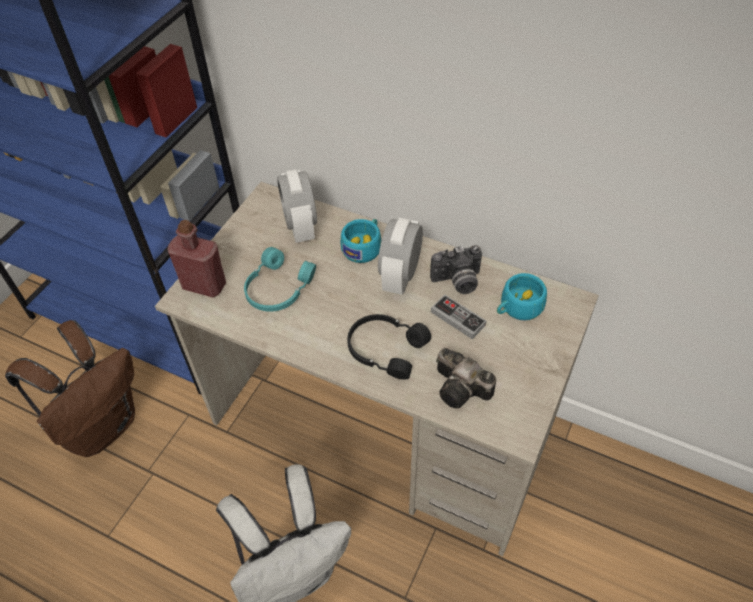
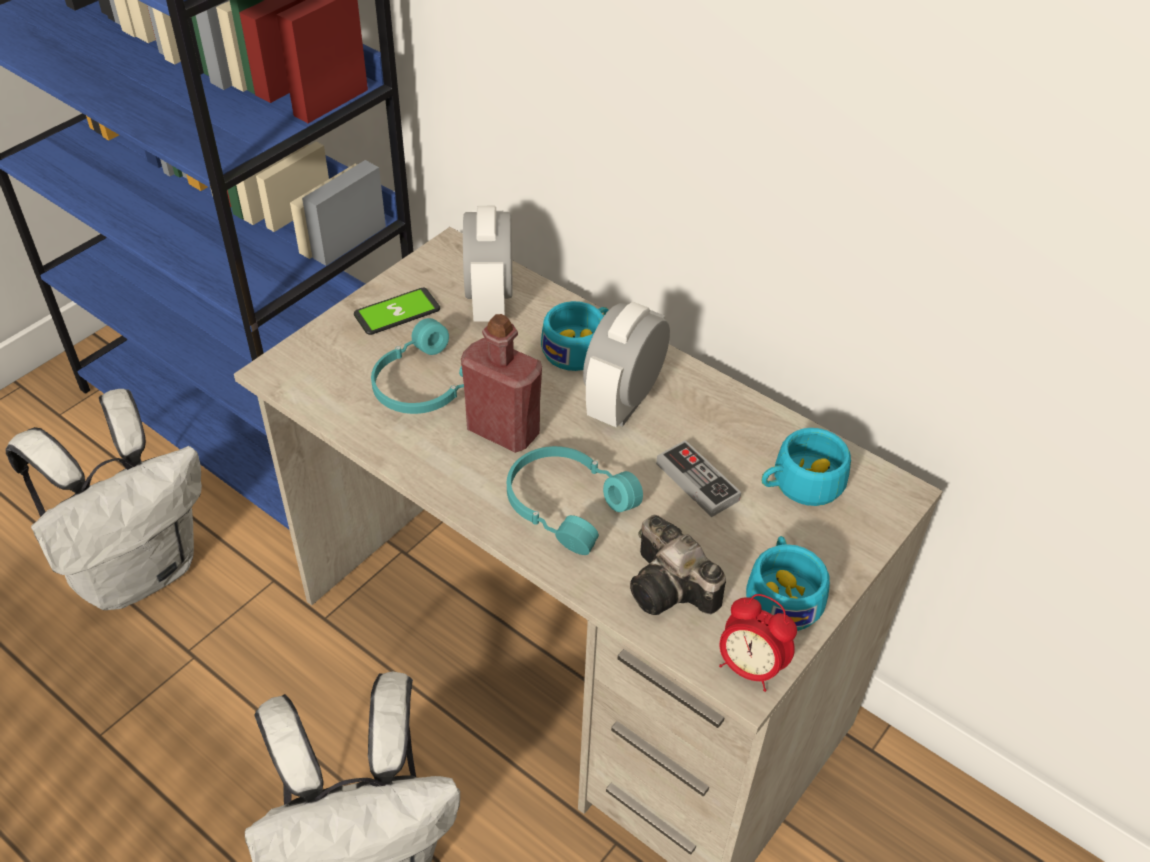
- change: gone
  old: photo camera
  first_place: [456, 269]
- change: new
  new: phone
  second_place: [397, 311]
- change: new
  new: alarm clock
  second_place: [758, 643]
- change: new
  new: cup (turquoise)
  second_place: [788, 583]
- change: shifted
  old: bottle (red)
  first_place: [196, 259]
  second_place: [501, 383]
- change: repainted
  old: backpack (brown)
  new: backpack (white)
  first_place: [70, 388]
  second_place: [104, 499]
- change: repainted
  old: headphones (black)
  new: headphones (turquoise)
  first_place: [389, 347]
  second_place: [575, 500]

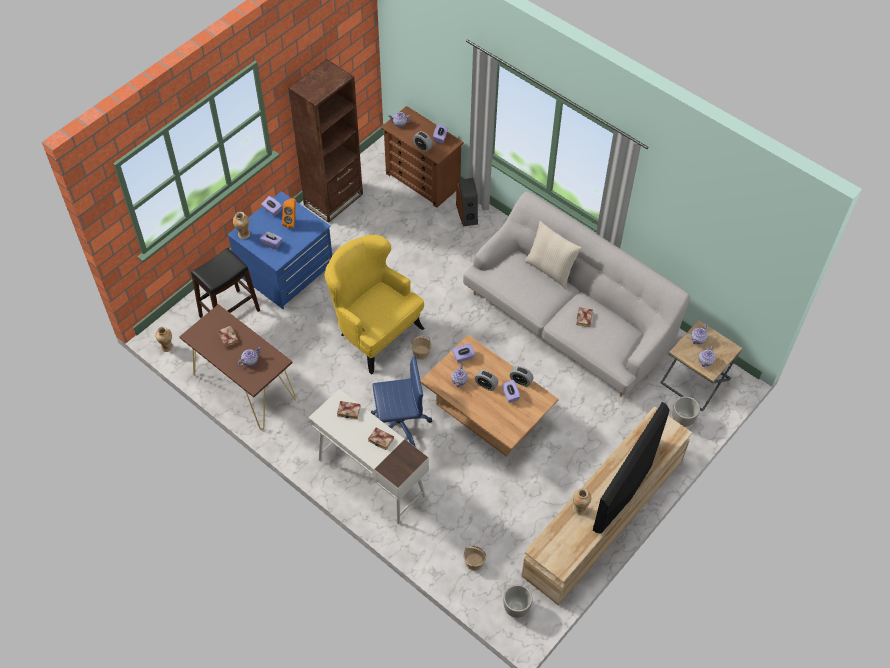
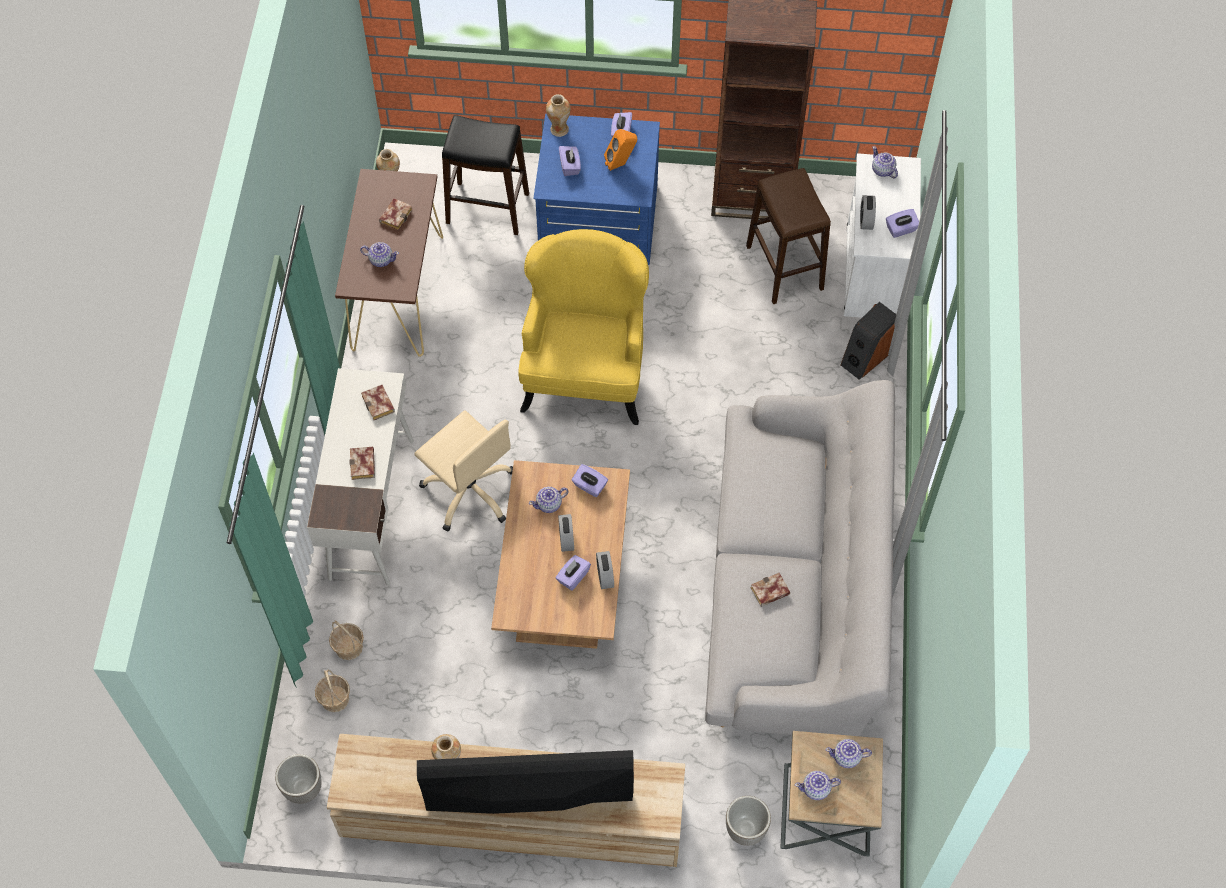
- change: gone
  old: pillow (beige)
  first_place: [553, 255]
- change: new
  new: stool (brown)
  second_place: [788, 236]
- change: shifted
  old: basket
  first_place: [421, 348]
  second_place: [346, 640]
- change: repainted
  old: office chair (blue)
  new: office chair (beige)
  first_place: [401, 401]
  second_place: [463, 471]
- change: repainted
  old: dresser (brown)
  new: dresser (white)
  first_place: [422, 157]
  second_place: [882, 235]

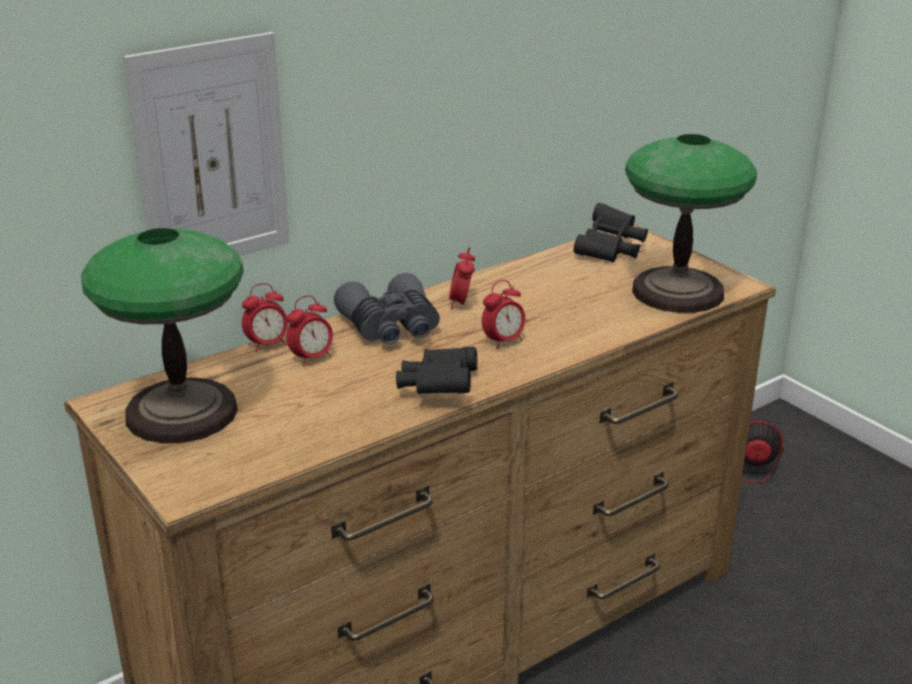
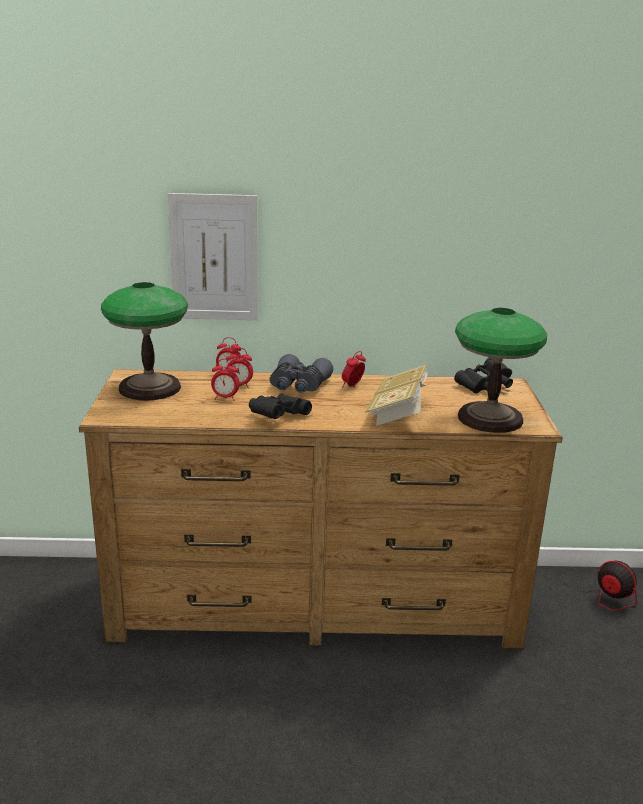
- change: new
  new: book
  second_place: [396, 395]
- change: shifted
  old: alarm clock
  first_place: [503, 314]
  second_place: [225, 380]

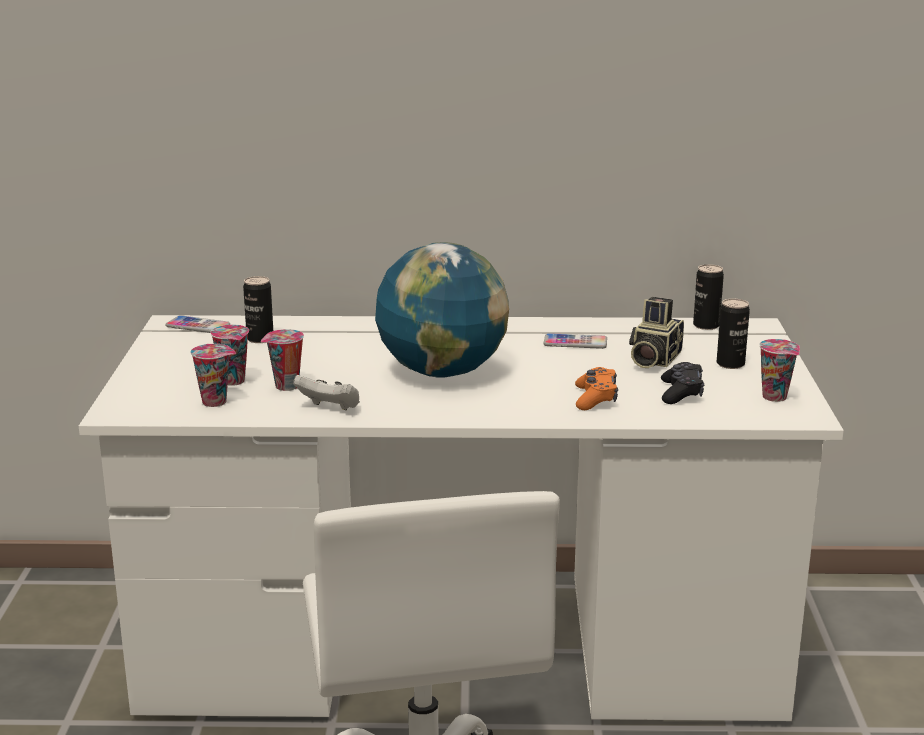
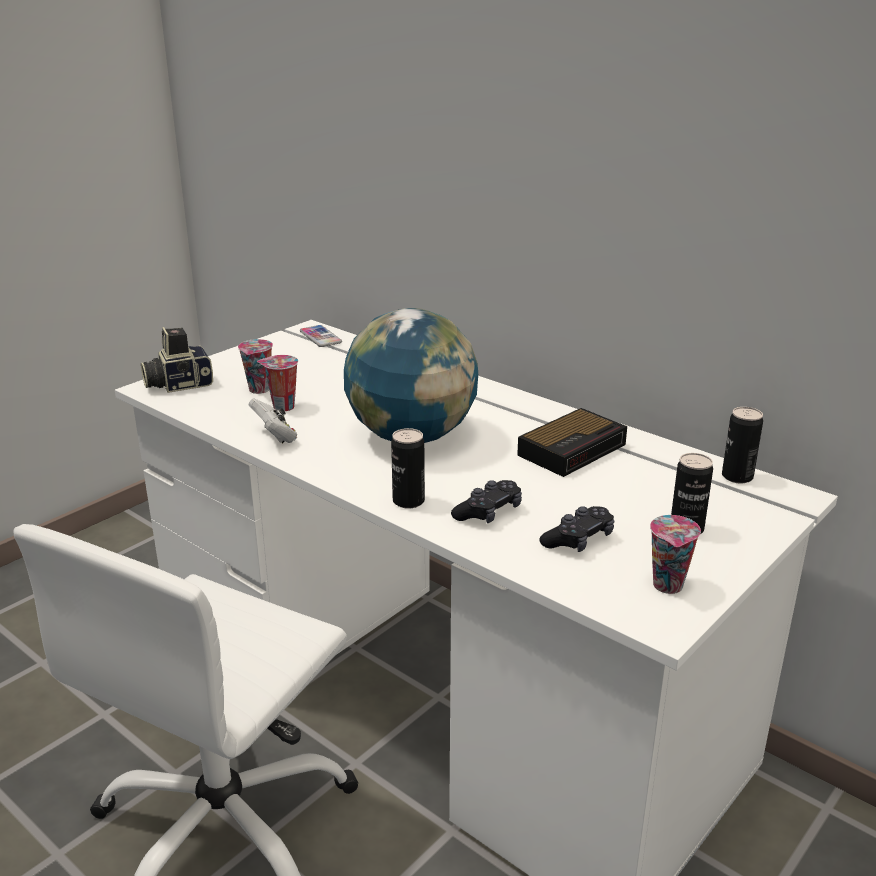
- change: gone
  old: cup
  first_place: [213, 375]
- change: shifted
  old: can
  first_place: [258, 309]
  second_place: [408, 468]
- change: shifted
  old: photo camera
  first_place: [656, 332]
  second_place: [177, 360]
- change: swapped
  old: phone
  new: alarm clock
  first_place: [575, 341]
  second_place: [572, 442]
- change: repainted
  old: game controller (orange)
  new: game controller (black)
  first_place: [596, 388]
  second_place: [486, 501]

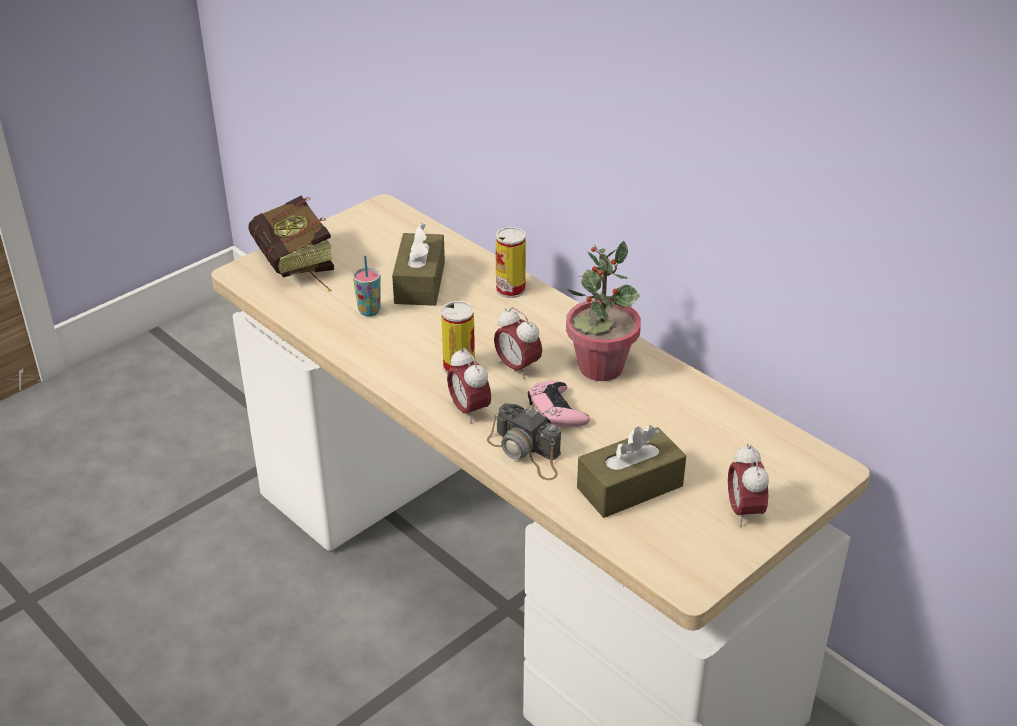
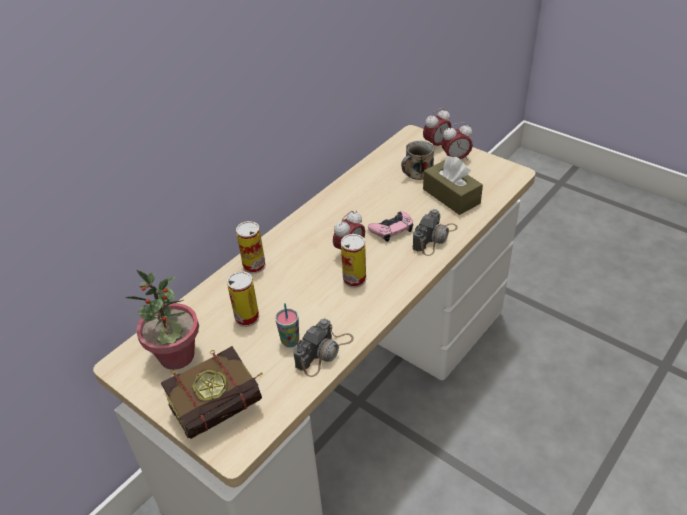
- change: new
  new: photo camera
  second_place: [324, 347]
- change: new
  new: mug
  second_place: [417, 160]
- change: shifted
  old: alarm clock
  first_place: [469, 386]
  second_place: [437, 127]
- change: shifted
  old: potted plant
  first_place: [603, 311]
  second_place: [162, 320]
- change: swapped
  old: tissue box (brown)
  new: can
  first_place: [418, 264]
  second_place: [243, 299]

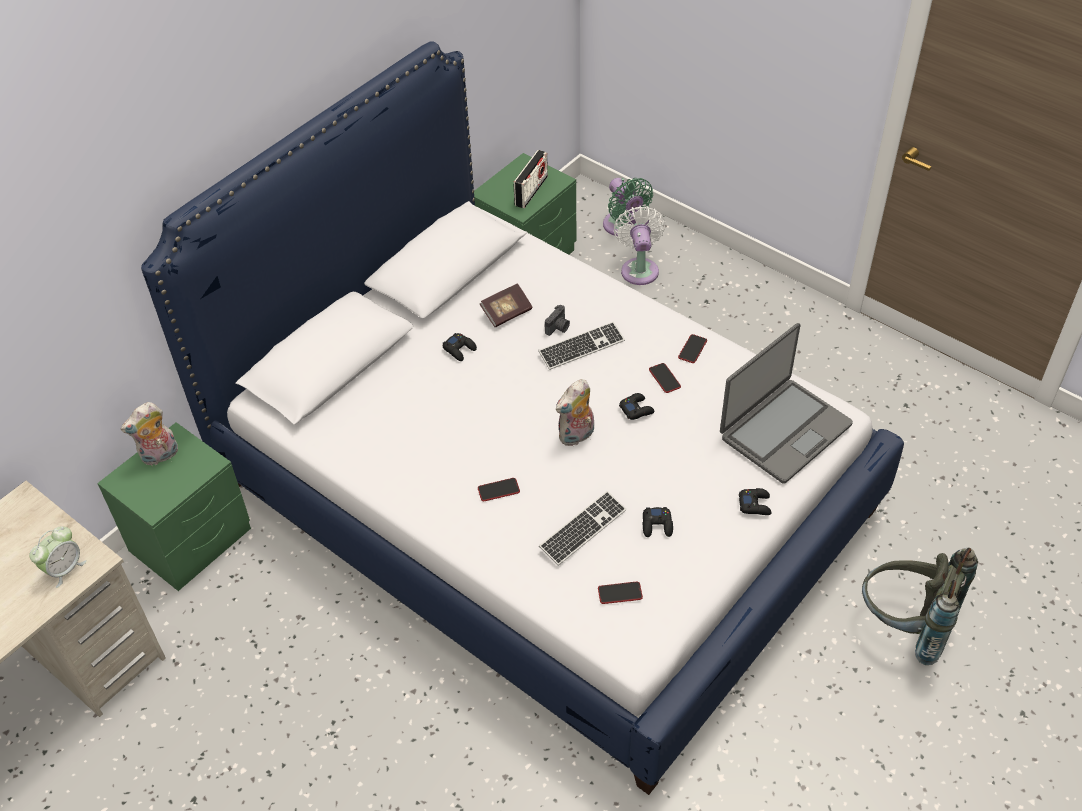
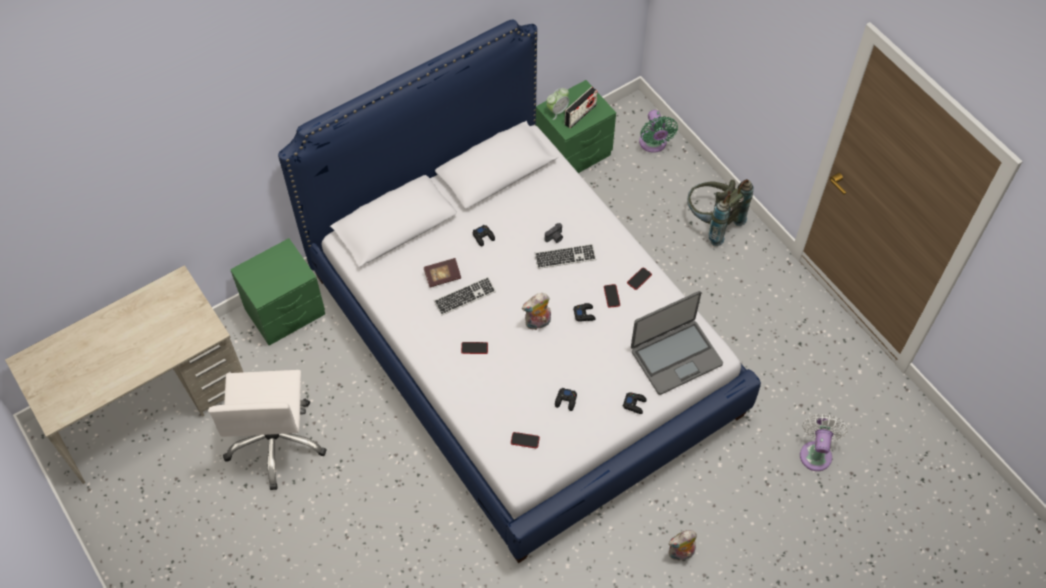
- change: new
  new: office chair (white)
  second_place: [267, 430]
- change: shifted
  old: alarm clock
  first_place: [58, 557]
  second_place: [558, 104]
- change: shifted
  old: plush toy
  first_place: [149, 433]
  second_place: [682, 545]
- change: shifted
  old: book
  first_place: [506, 305]
  second_place: [442, 272]
- change: shifted
  old: keyboard
  first_place: [583, 528]
  second_place: [465, 296]
- change: shifted
  old: fan (white)
  first_place: [640, 245]
  second_place: [824, 442]
- change: shifted
  old: backpack (grey)
  first_place: [920, 606]
  second_place: [720, 212]

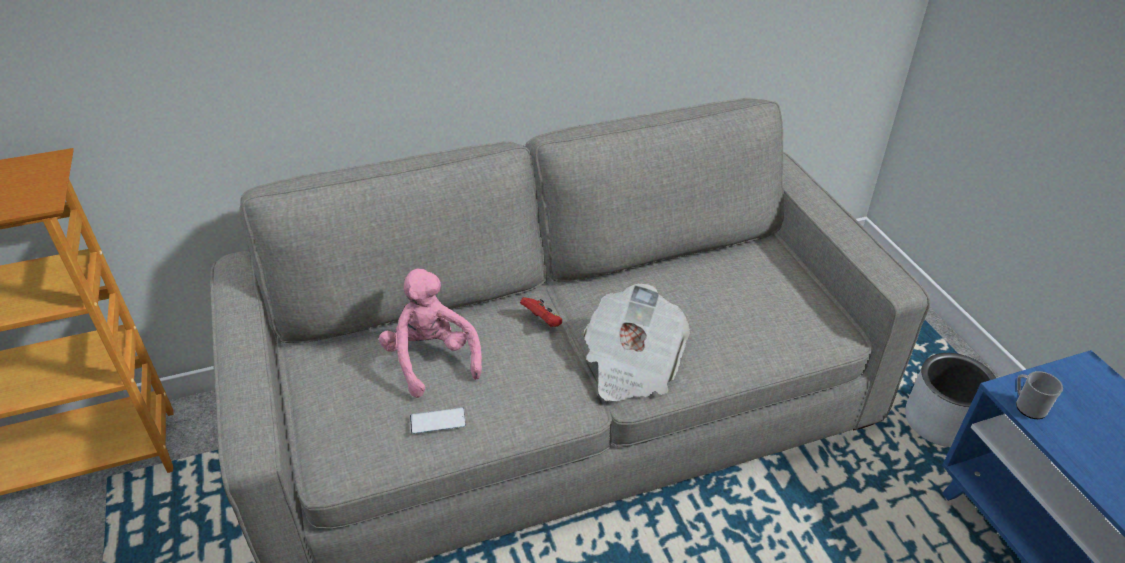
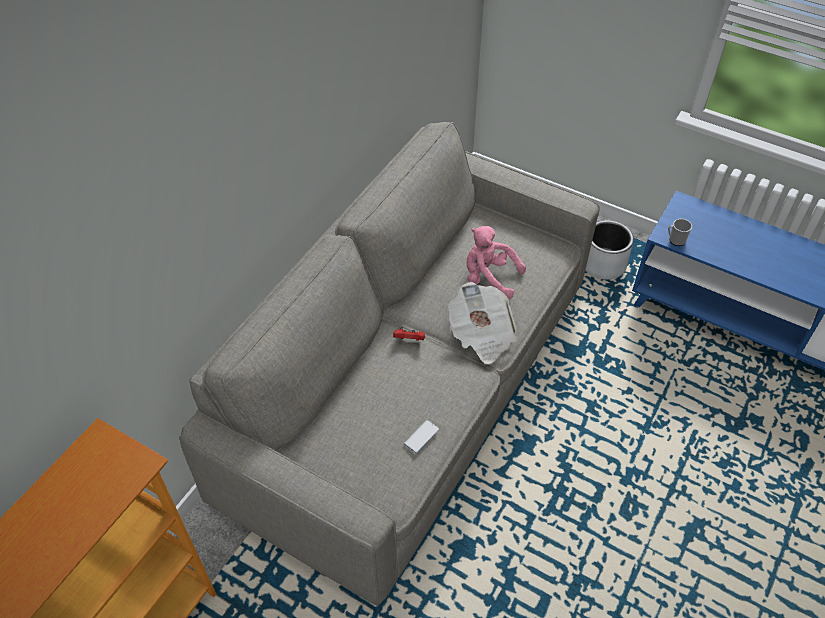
- change: shifted
  old: plush toy (pink)
  first_place: [430, 333]
  second_place: [496, 262]

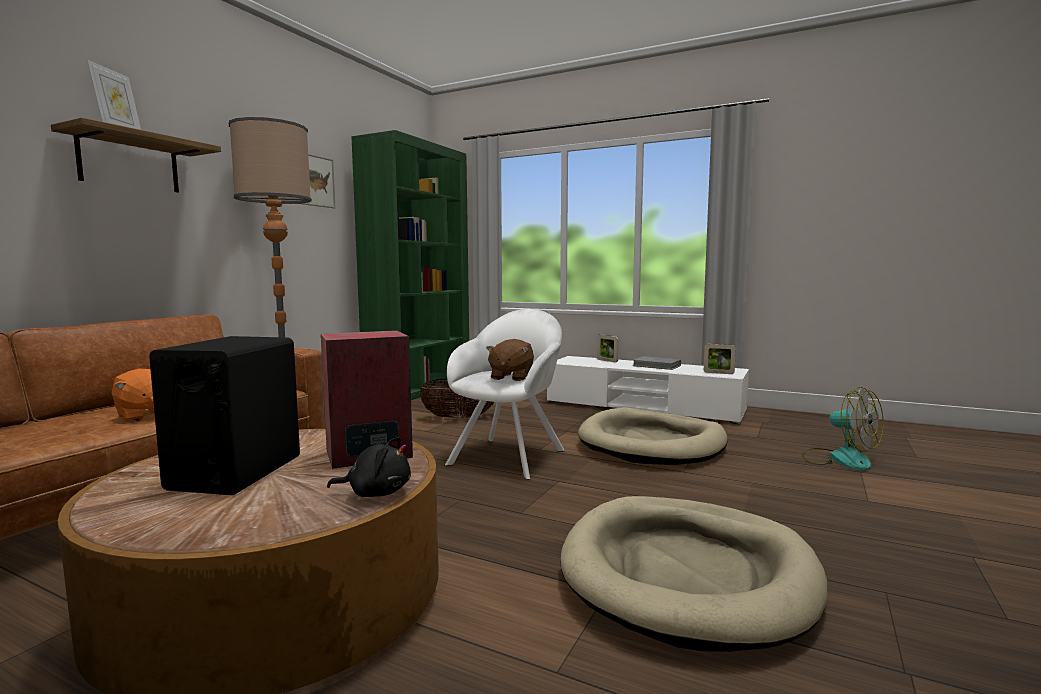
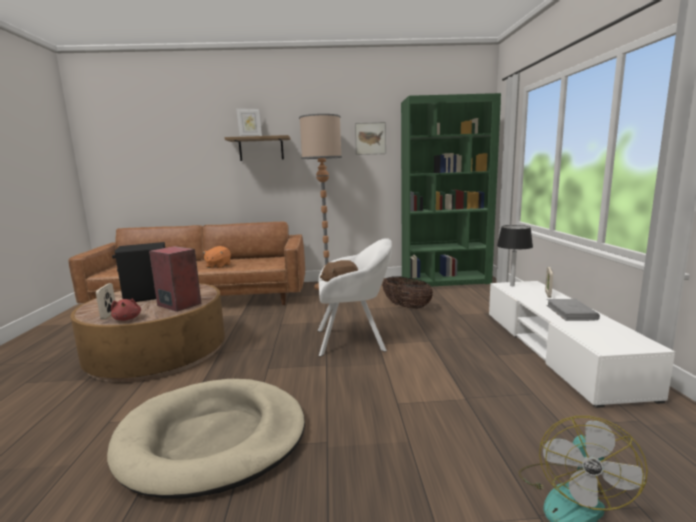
- change: gone
  old: dog bed (beige)
  first_place: [653, 436]
- change: new
  new: table lamp (black)
  second_place: [515, 255]
- change: shifted
  old: picture frame
  first_place: [720, 359]
  second_place: [105, 301]
- change: repainted
  old: plush toy (black)
  new: plush toy (red)
  first_place: [369, 467]
  second_place: [126, 310]

